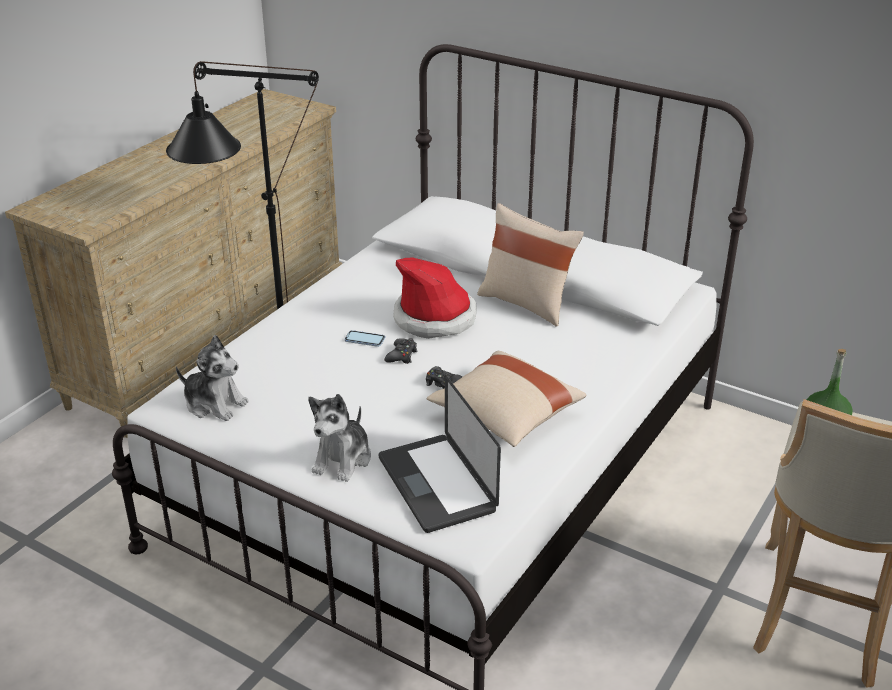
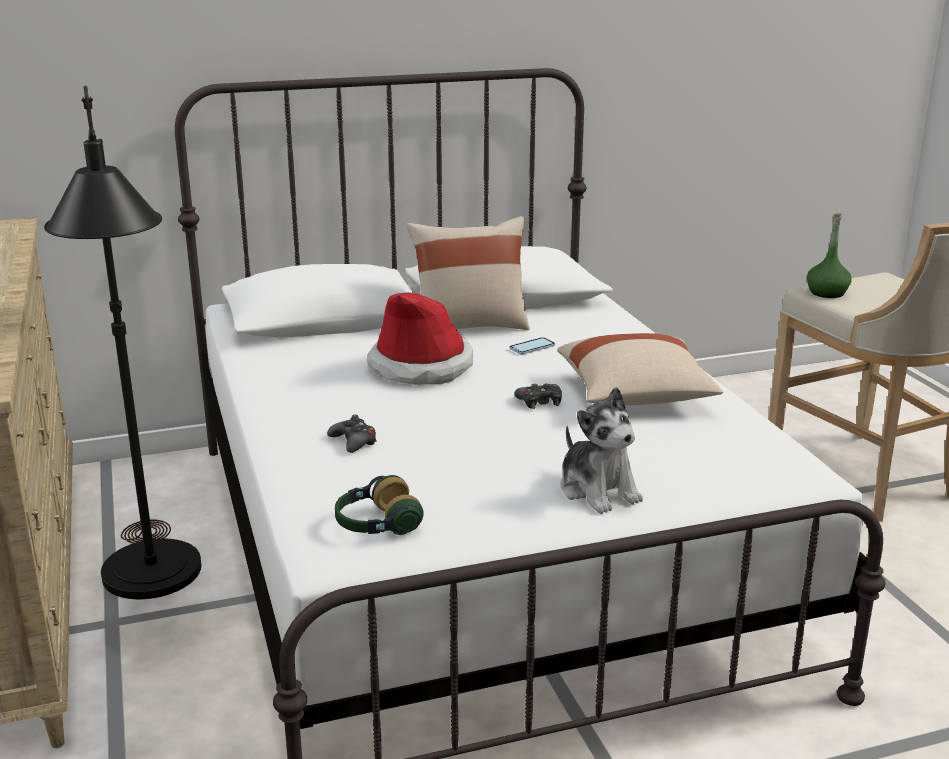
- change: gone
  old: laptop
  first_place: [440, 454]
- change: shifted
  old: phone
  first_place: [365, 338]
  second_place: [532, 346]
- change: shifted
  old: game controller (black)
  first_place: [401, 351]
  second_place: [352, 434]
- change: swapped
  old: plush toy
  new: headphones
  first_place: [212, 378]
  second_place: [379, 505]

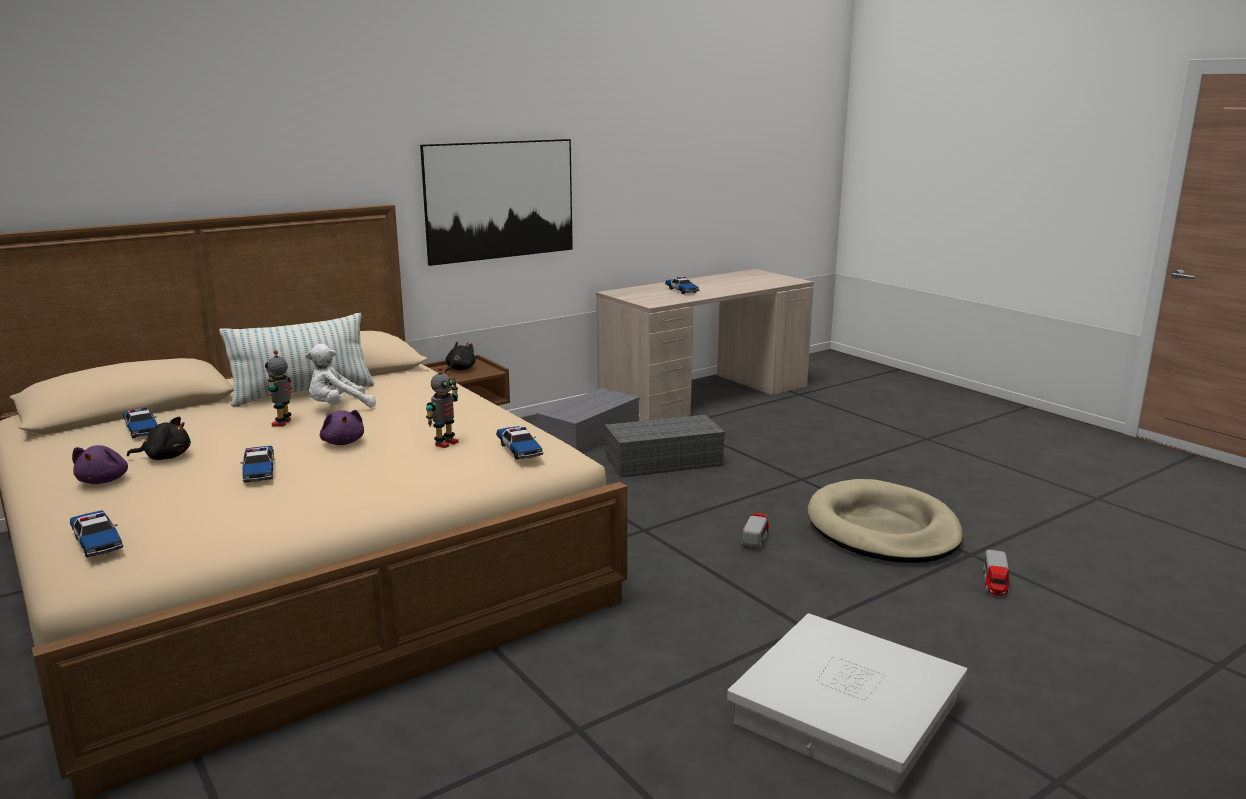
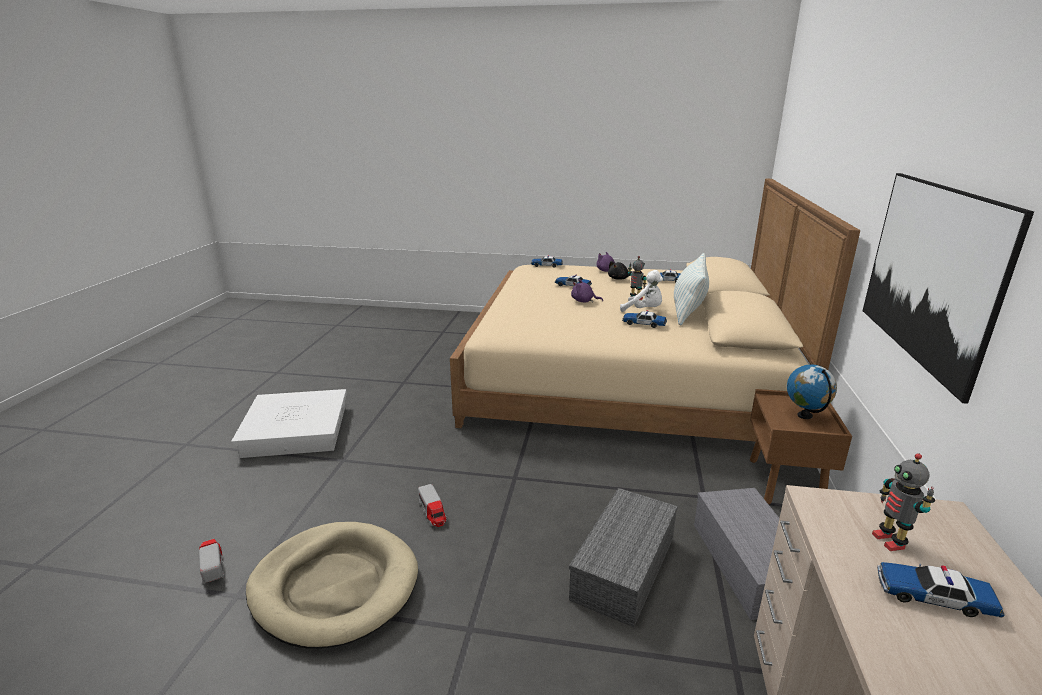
- change: shifted
  old: toy robot
  first_place: [442, 407]
  second_place: [903, 502]
- change: shifted
  old: toy car
  first_place: [519, 443]
  second_place: [644, 319]
- change: swapped
  old: plush toy (black)
  new: globe
  first_place: [460, 357]
  second_place: [812, 392]
- change: rotated
  old: plush toy (white)
  first_place: [340, 376]
  second_place: [641, 291]
  degrees: 105

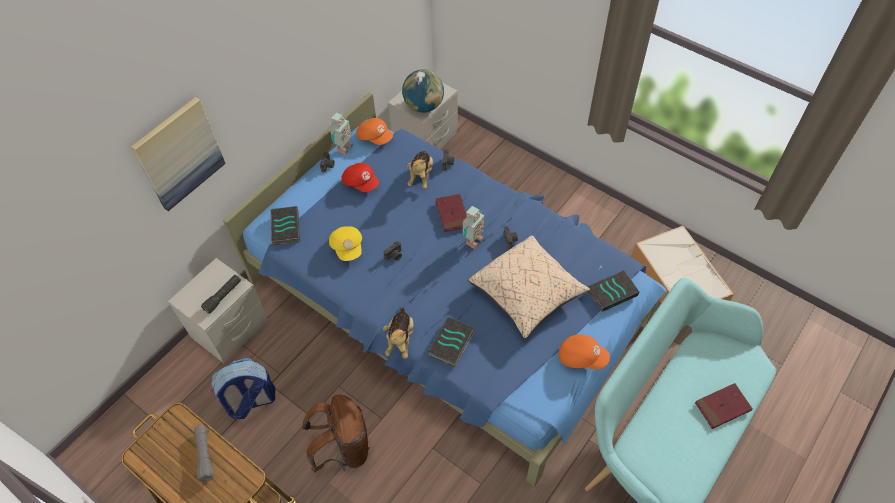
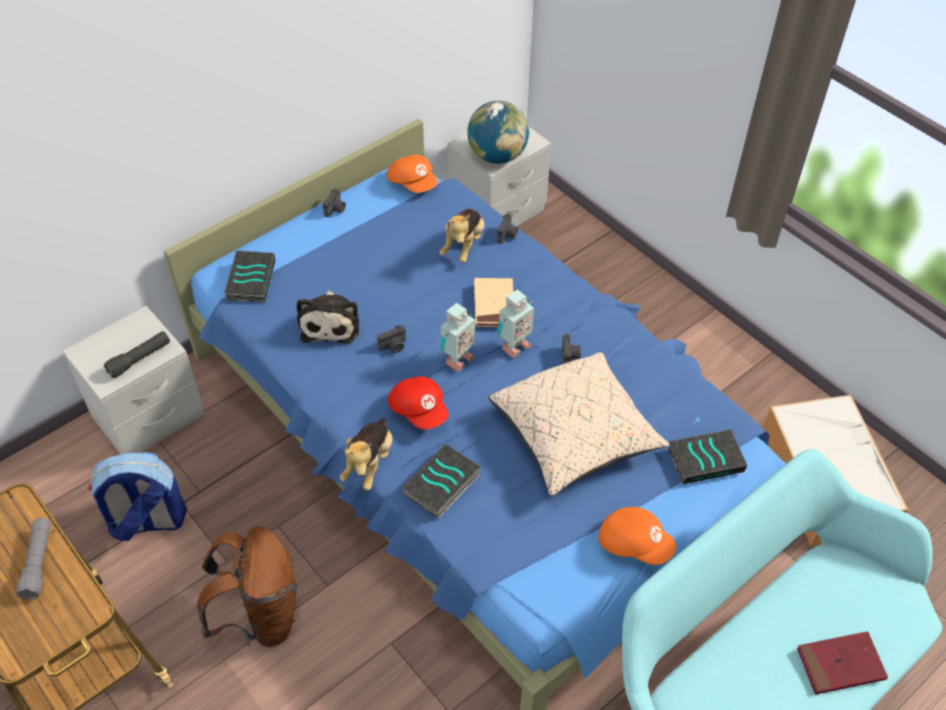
- change: gone
  old: picture
  first_place: [178, 154]
- change: shifted
  old: toy robot
  first_place: [341, 134]
  second_place: [457, 337]
- change: shifted
  old: cap (red)
  first_place: [360, 177]
  second_place: [418, 403]
- change: swapped
  old: cap (yellow)
  new: plush toy
  first_place: [345, 244]
  second_place: [328, 317]
- change: repainted
  old: book (red)
  new: book (beige)
  first_place: [451, 213]
  second_place: [493, 302]

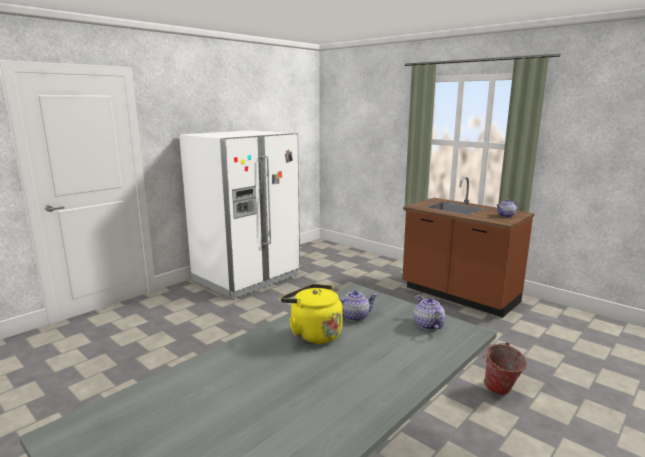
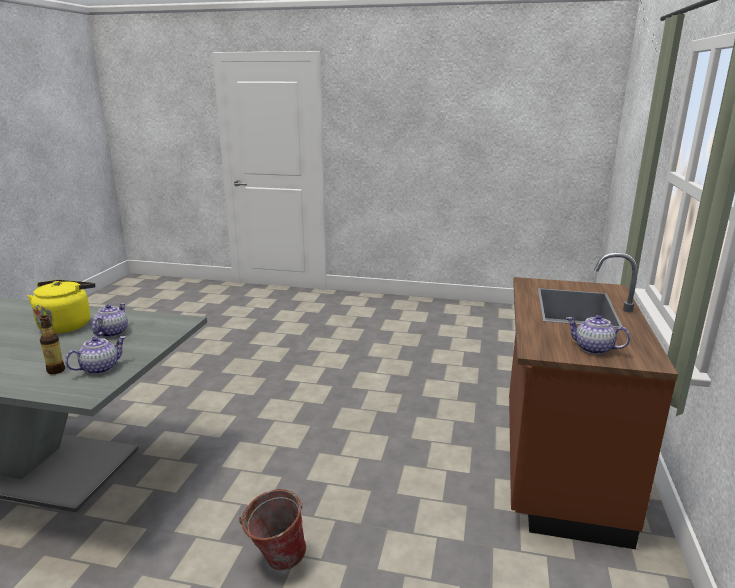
- change: gone
  old: fridge (white)
  first_place: [239, 214]
- change: new
  new: bottle
  second_place: [52, 345]
- change: rotated
  old: teapot
  first_place: [357, 306]
  second_place: [110, 320]
  degrees: -120

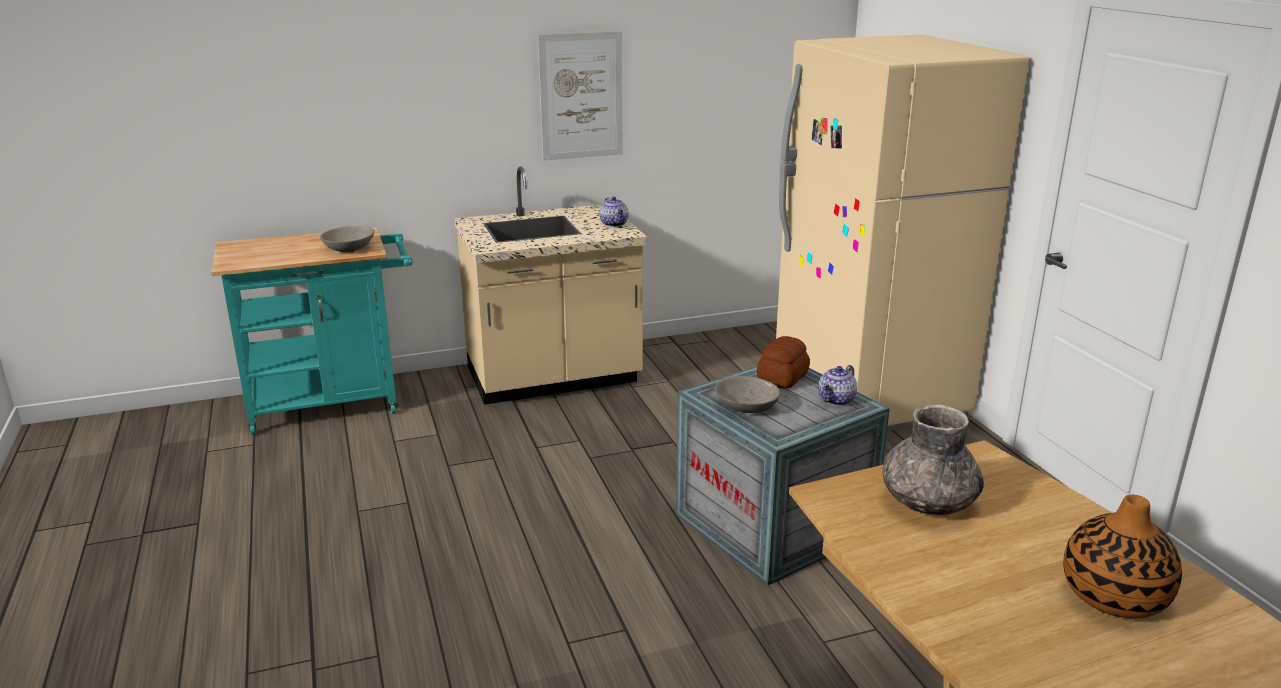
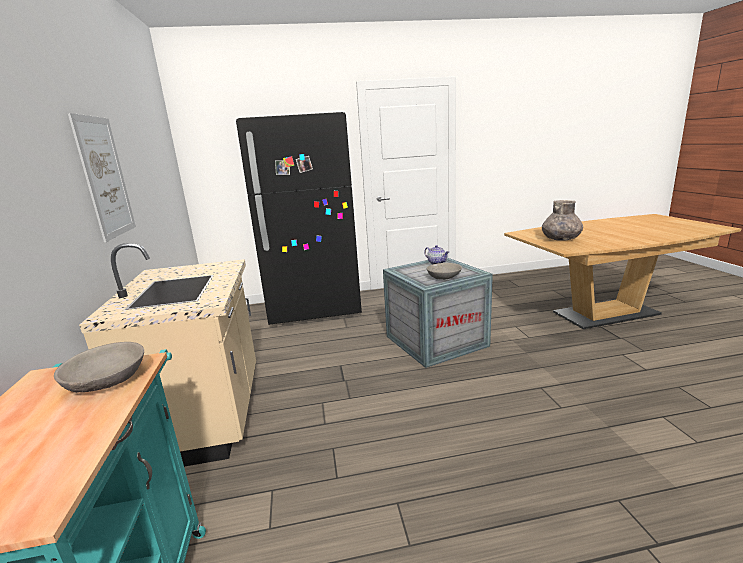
- change: gone
  old: teapot
  first_place: [614, 211]
- change: gone
  old: bread
  first_place: [783, 362]
- change: gone
  old: vase
  first_place: [1122, 556]
- change: repainted
  old: fridge (beige)
  new: fridge (black)
  first_place: [902, 232]
  second_place: [299, 218]

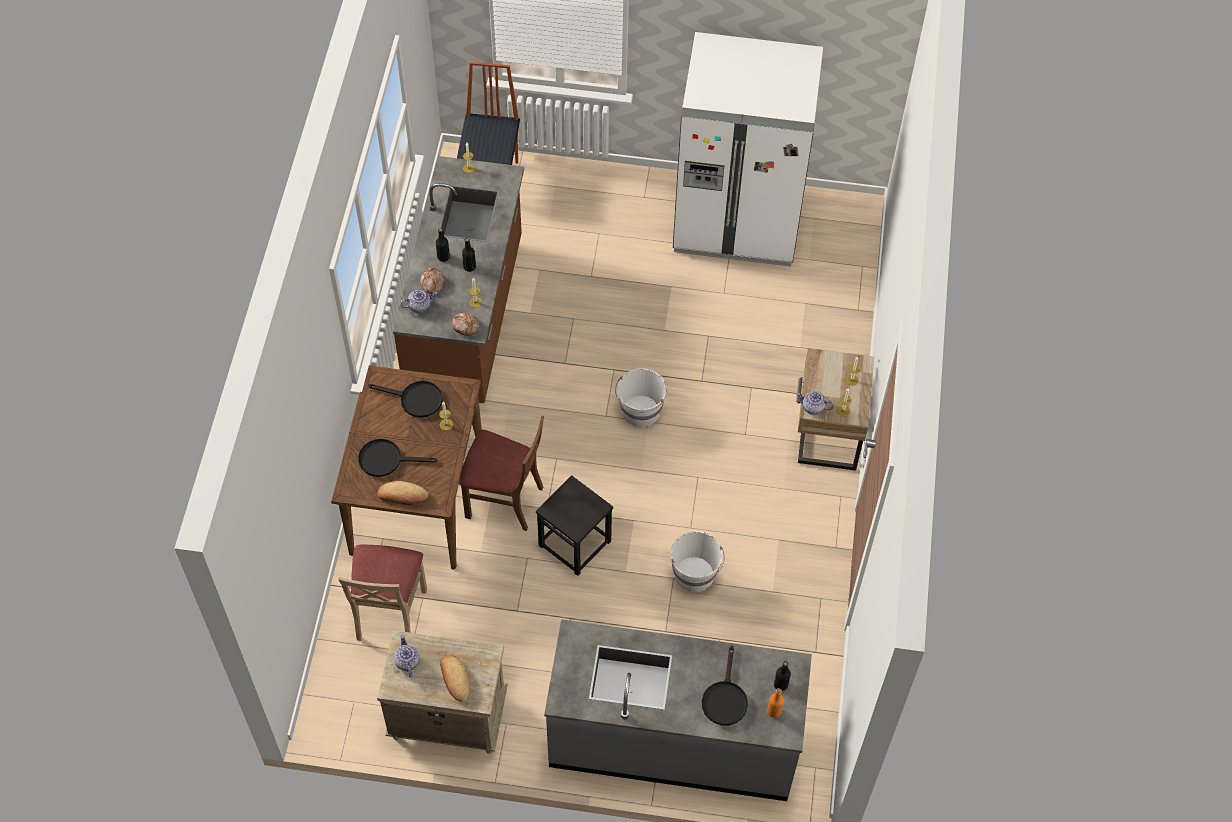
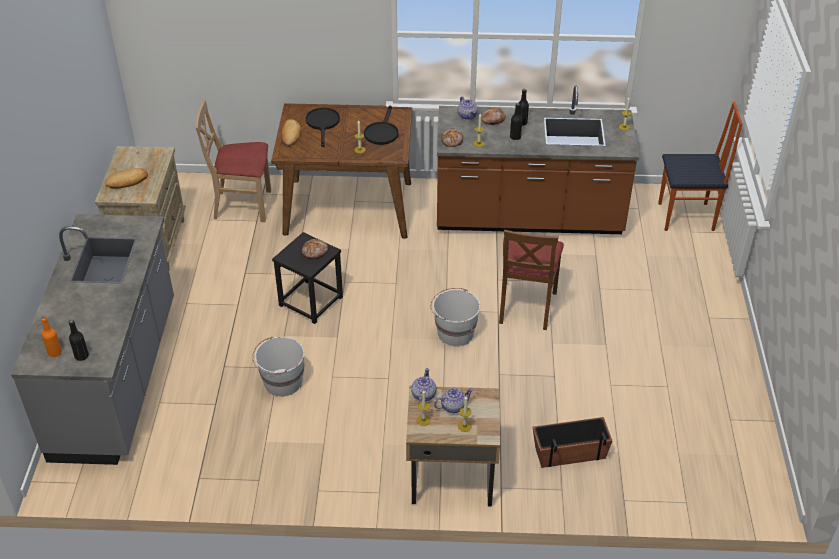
- change: gone
  old: fridge (white)
  first_place: [748, 149]
- change: gone
  old: frying pan (black)
  first_place: [725, 685]
- change: new
  new: bread
  second_place: [315, 249]
- change: new
  new: planter
  second_place: [573, 442]
- change: shifted
  old: teapot
  first_place: [407, 656]
  second_place: [453, 400]
- change: shifted
  old: chair (brown)
  first_place: [501, 473]
  second_place: [531, 280]

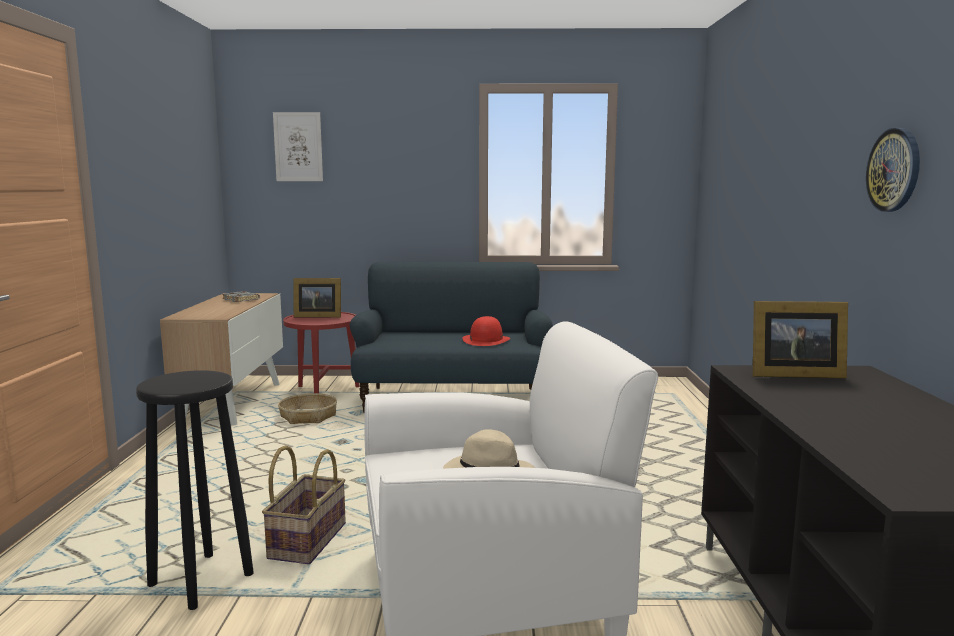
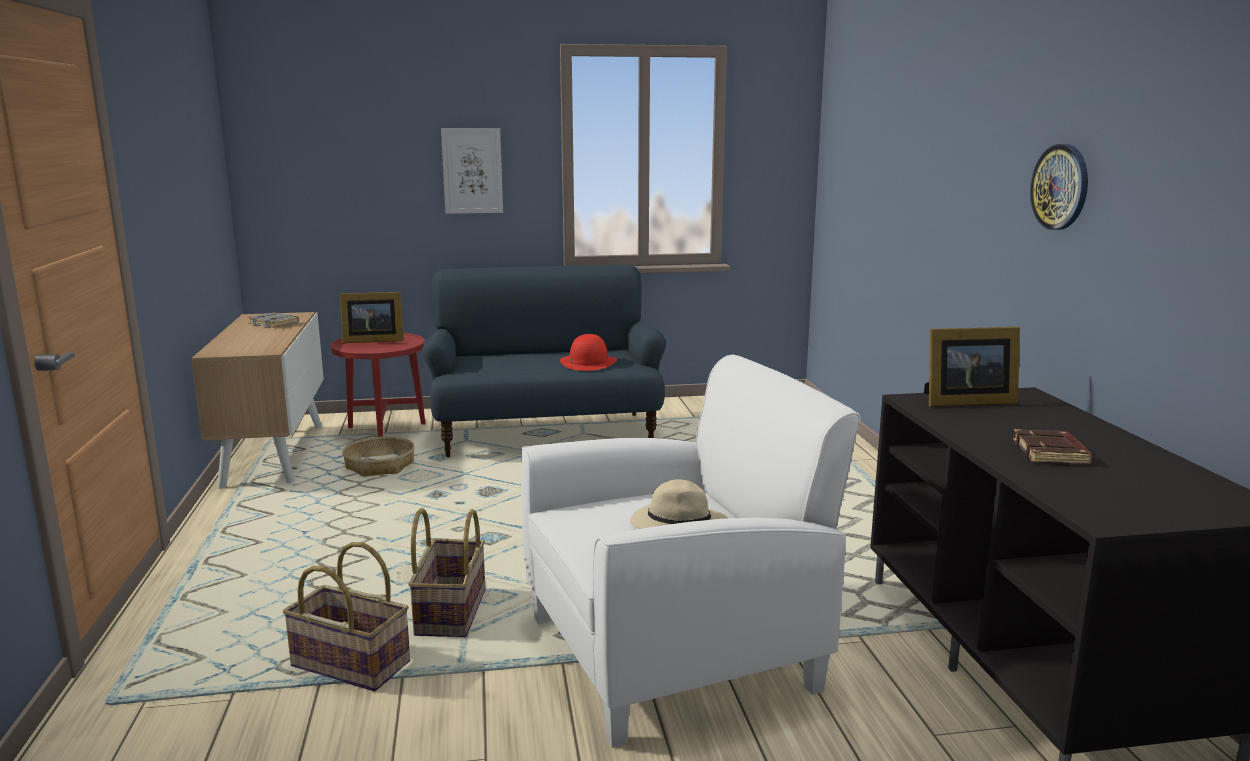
- change: new
  new: book (brown)
  second_place: [1053, 446]
- change: shifted
  old: picture
  first_place: [298, 146]
  second_place: [472, 171]
- change: swapped
  old: stool (black)
  new: basket
  first_place: [195, 490]
  second_place: [346, 616]

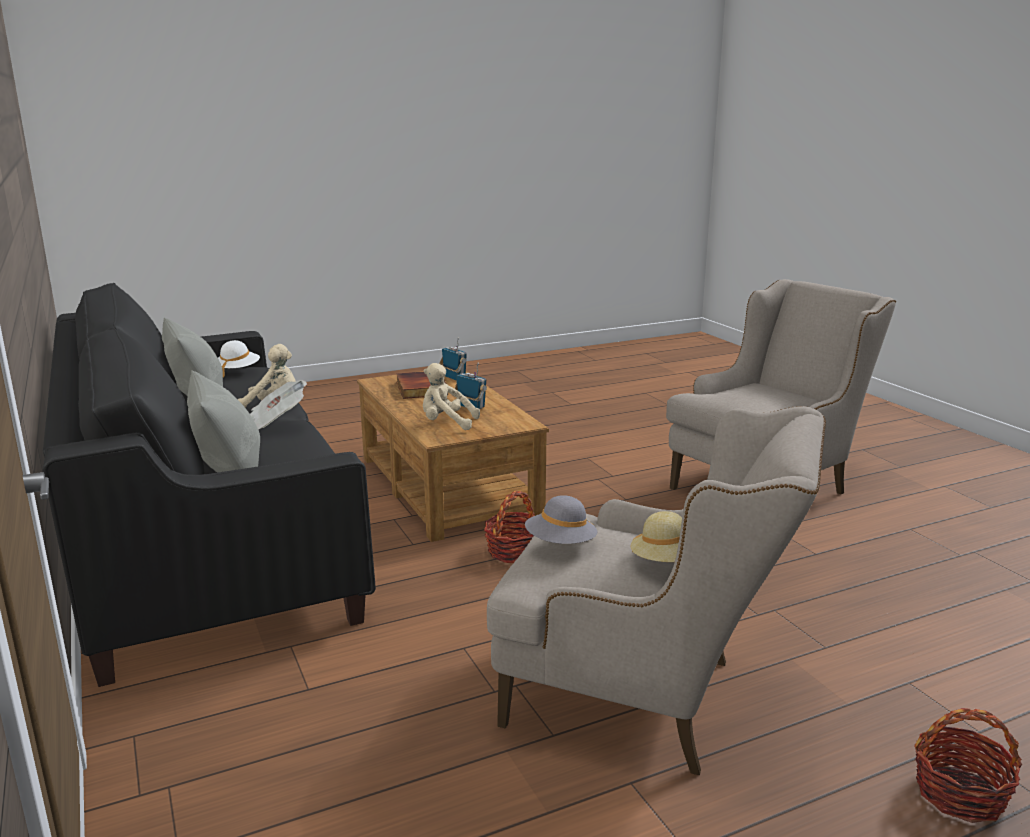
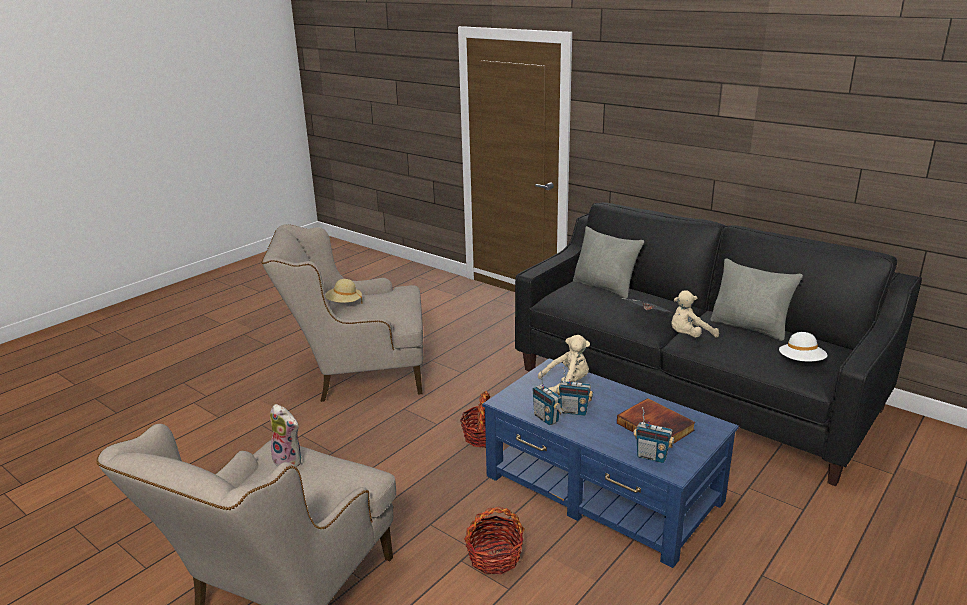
- change: gone
  old: hat (grey)
  first_place: [561, 519]
- change: new
  new: plush toy
  second_place: [285, 435]
- change: new
  new: radio
  second_place: [548, 397]
- change: shifted
  old: basket
  first_place: [968, 765]
  second_place: [494, 540]
- change: repainted
  old: coffee table (brown)
  new: coffee table (blue)
  first_place: [453, 456]
  second_place: [610, 463]

